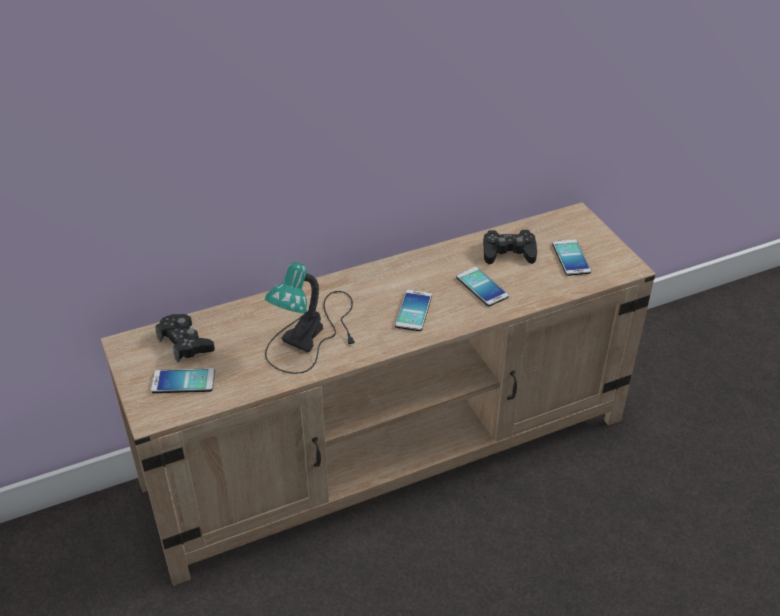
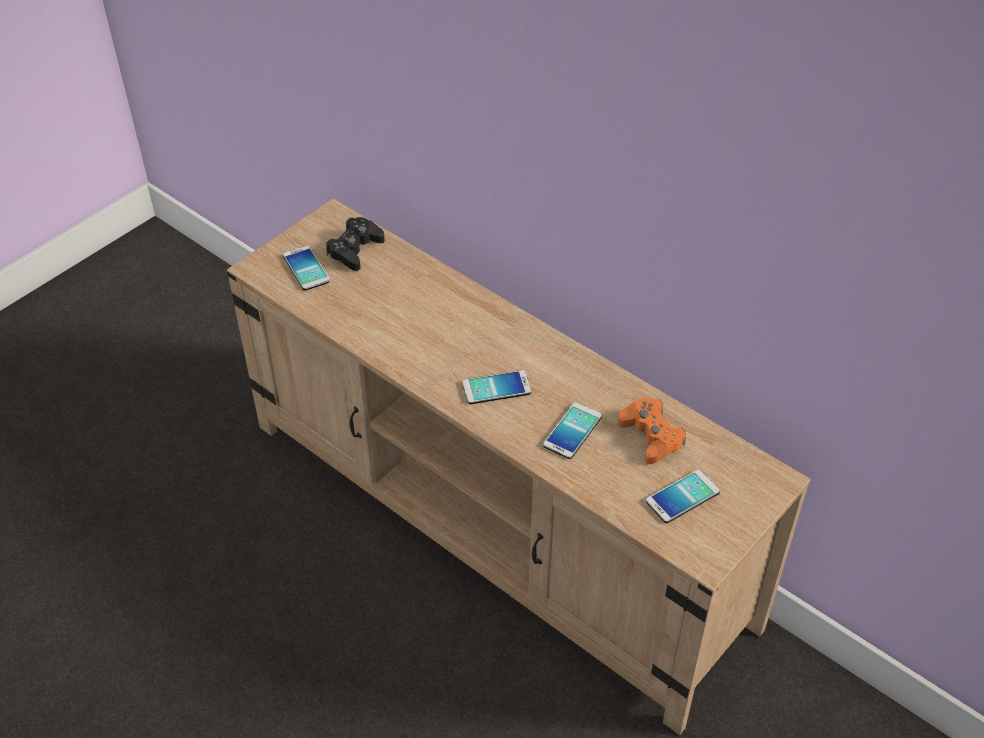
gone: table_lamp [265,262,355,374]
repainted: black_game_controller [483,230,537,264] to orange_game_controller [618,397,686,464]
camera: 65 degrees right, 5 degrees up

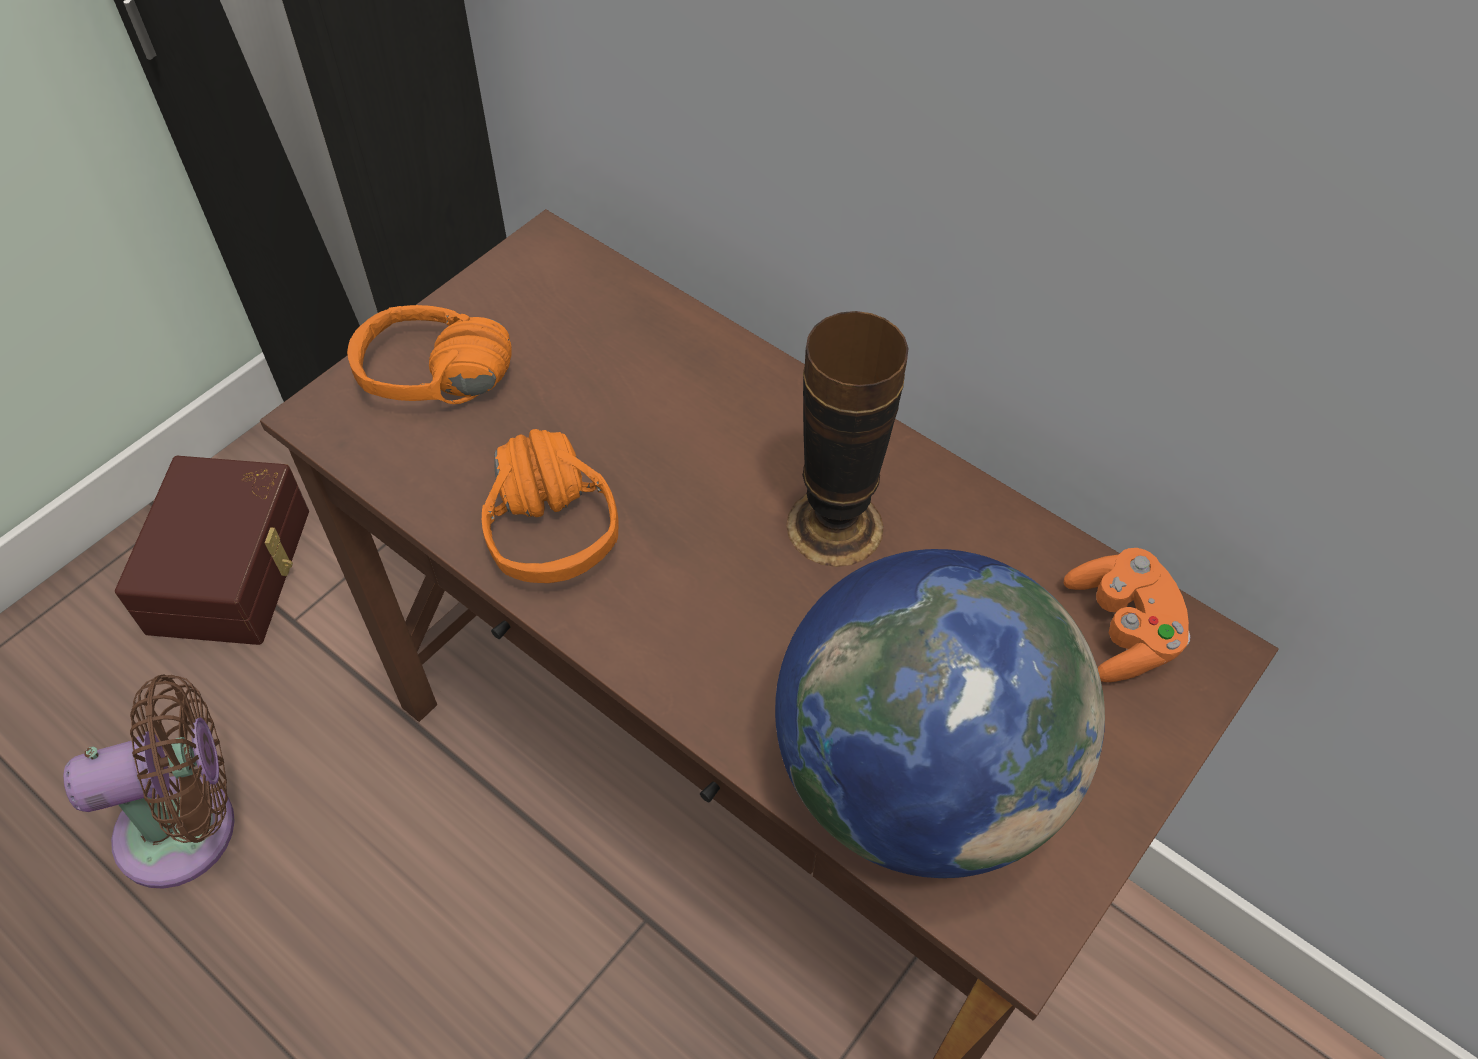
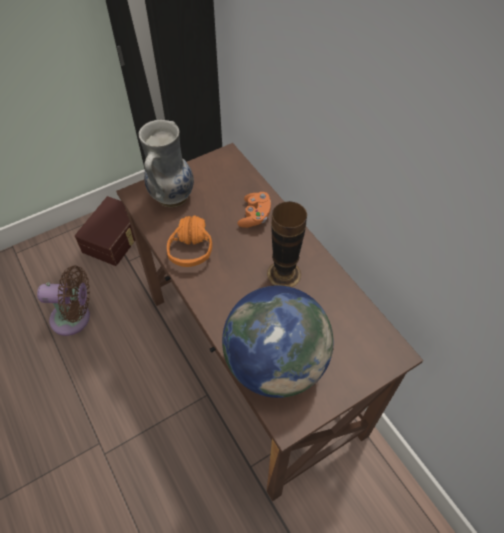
shifted: orange_game_controller [1064,548,1190,682] to [237,192,271,228]
swapped: orange_headphones [347,305,512,404] to vase [139,120,194,207]
camera: 20 degrees right, 0 degrees up

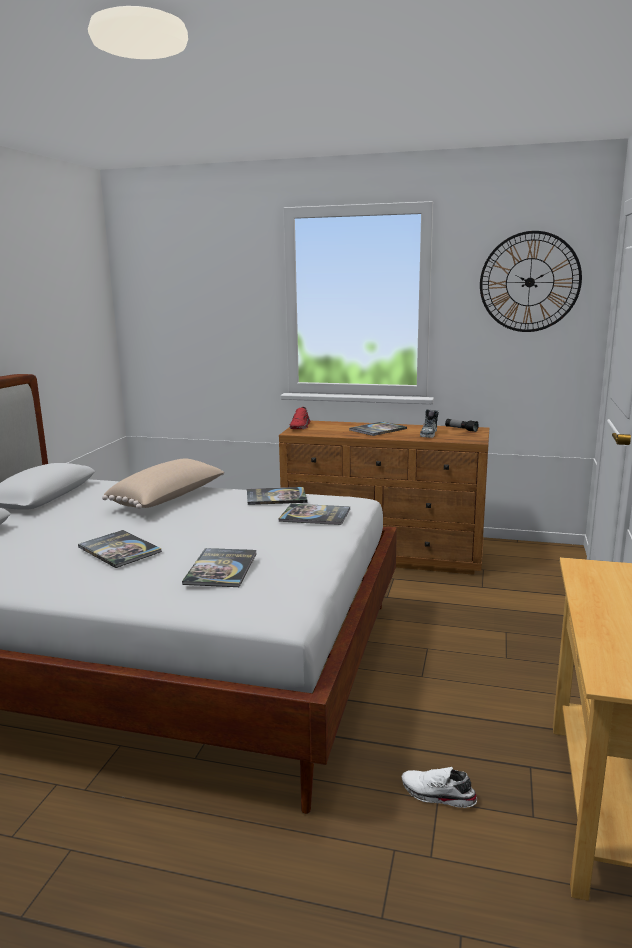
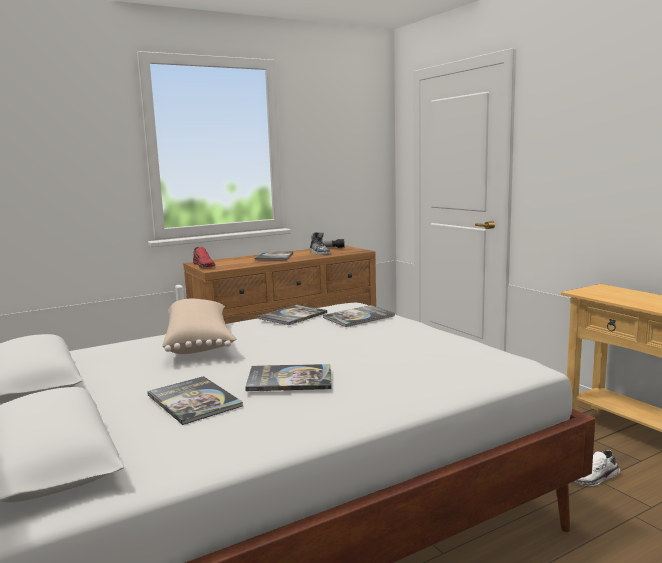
gone: wall_clock [480,231,582,332]
shifted: book [182,548,257,587] to [147,376,243,425]
camera: 45 degrees left, 5 degrees down

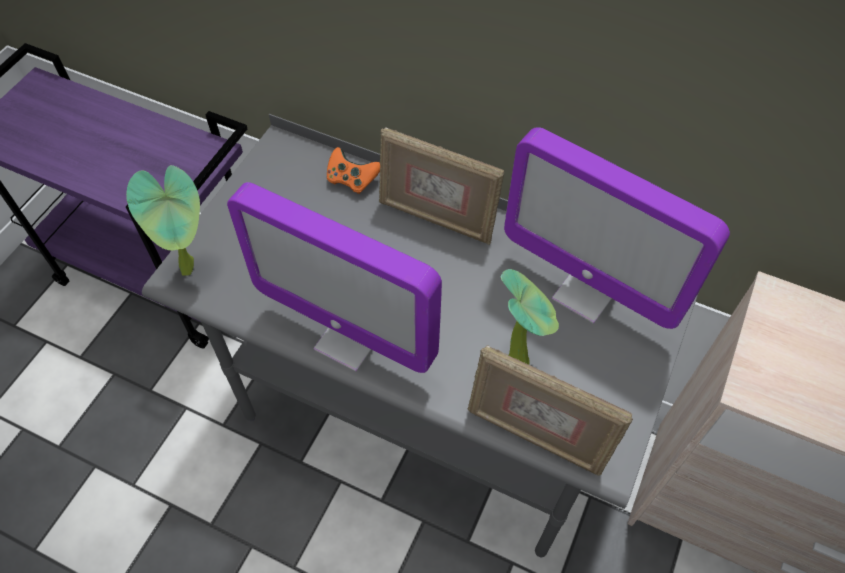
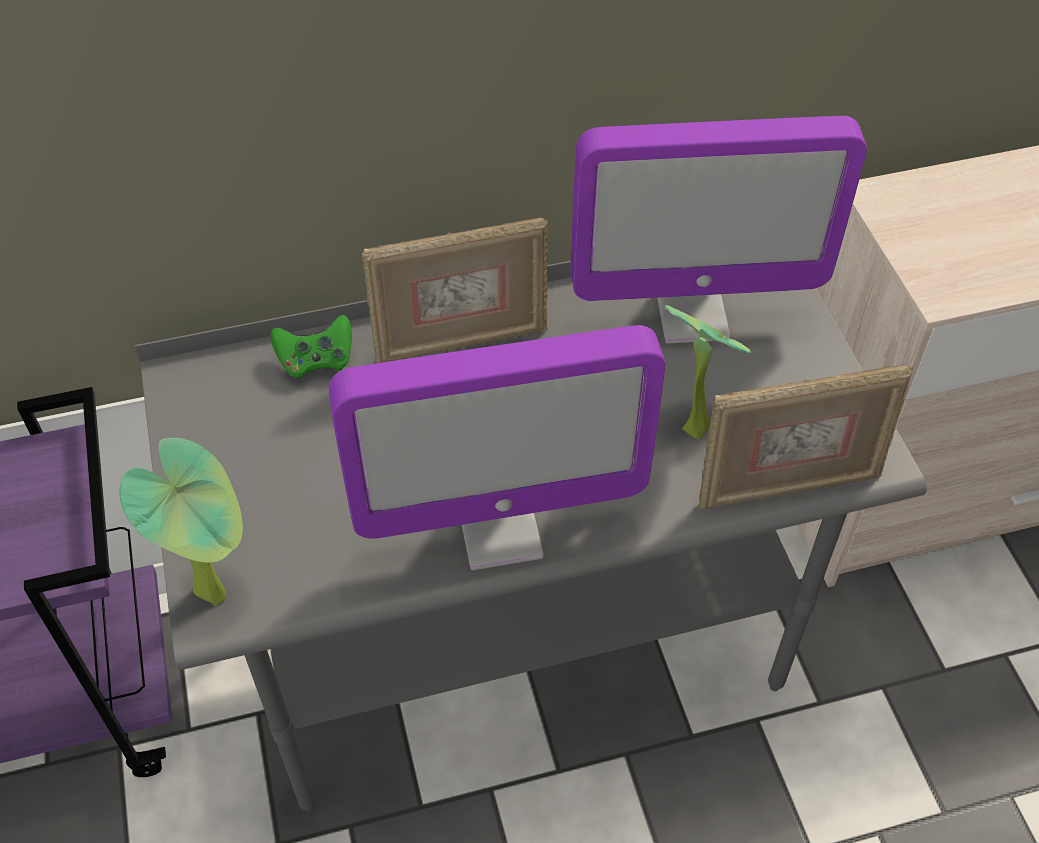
repainted: orange_game_controller [327,147,380,194] to green_game_controller [270,315,352,379]
camera: 40 degrees left, 5 degrees down

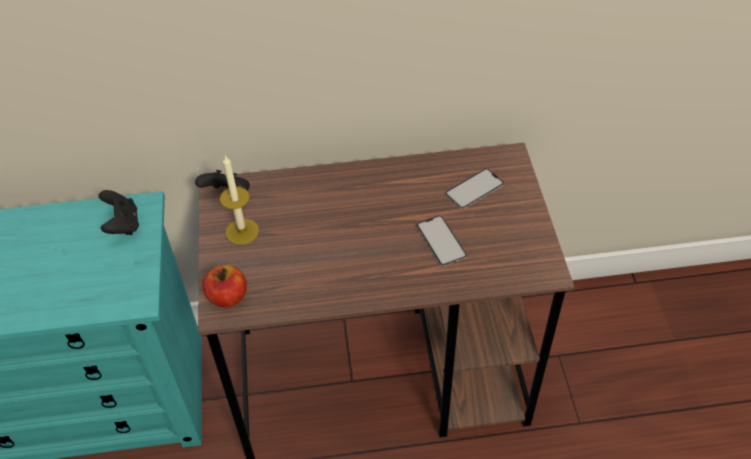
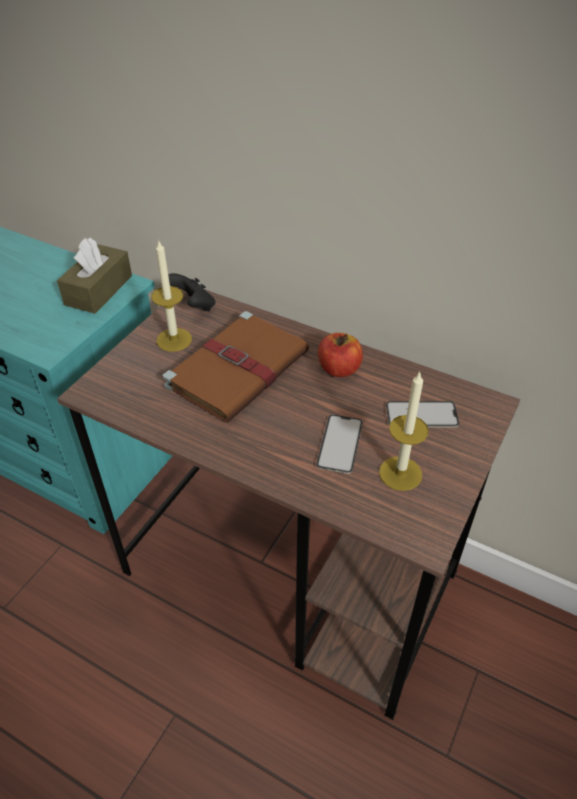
new: brown_book [163,311,309,423]; candle [379,371,429,491]
shifted: apple [202,265,247,307] to [318,333,363,377]
swapped: black_game_controller [99,190,139,235] to brown_tissue_box [57,238,132,314]
camera: 35 degrees right, 5 degrees down

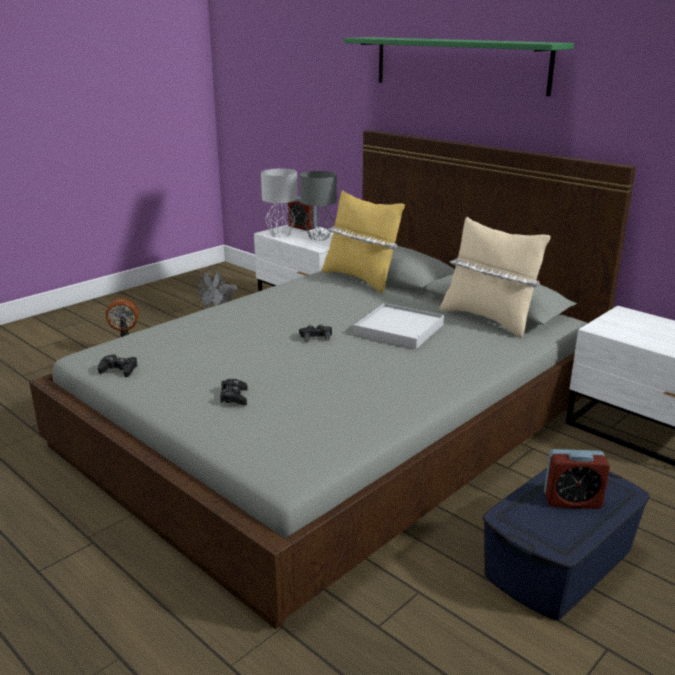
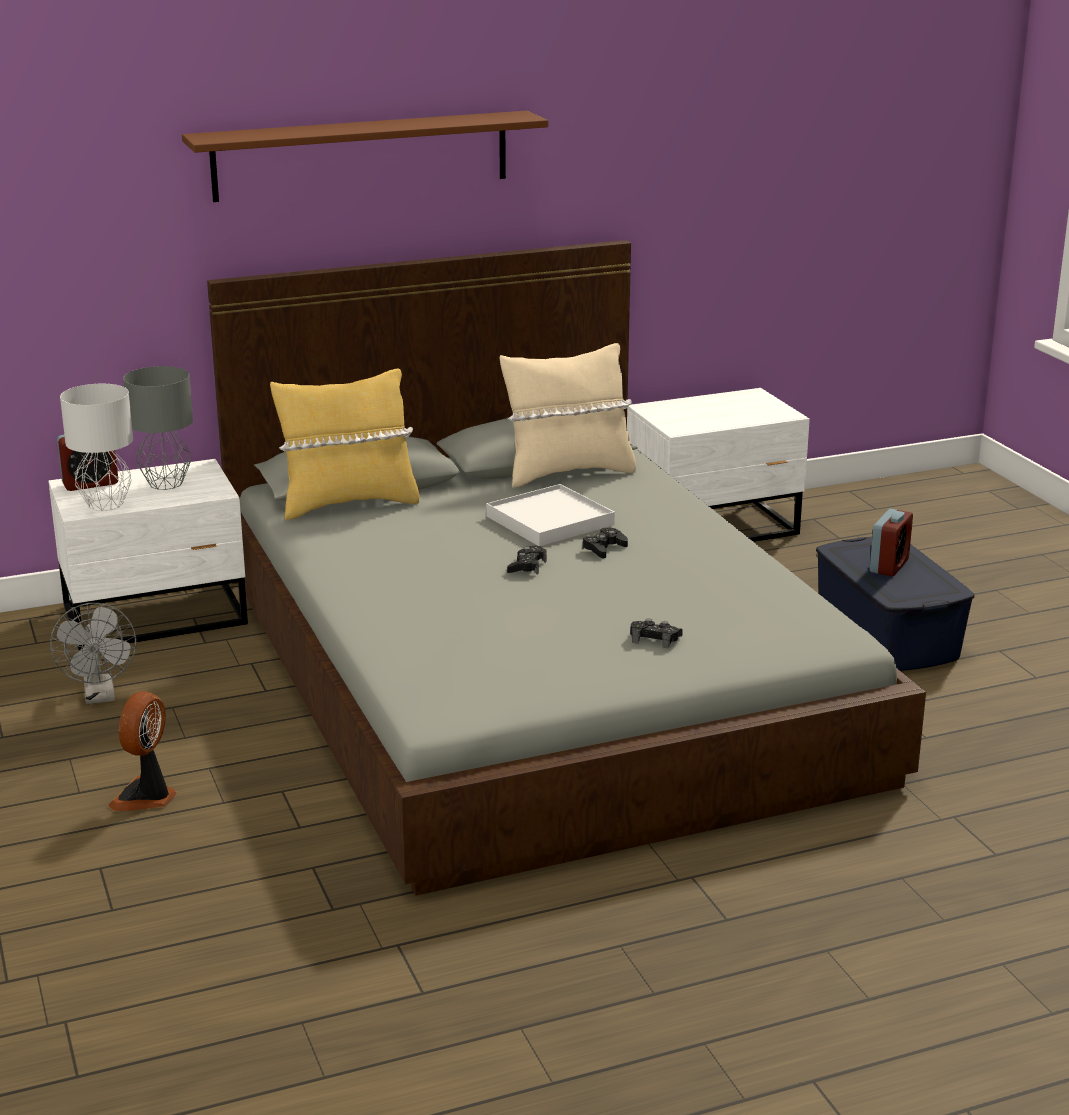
shifted: black_game_controller [98,354,137,377] to [582,528,628,559]
repainted: green_shelf [344,37,574,96] to brown_shelf [182,111,548,202]
camera: 65 degrees left, 0 degrees up

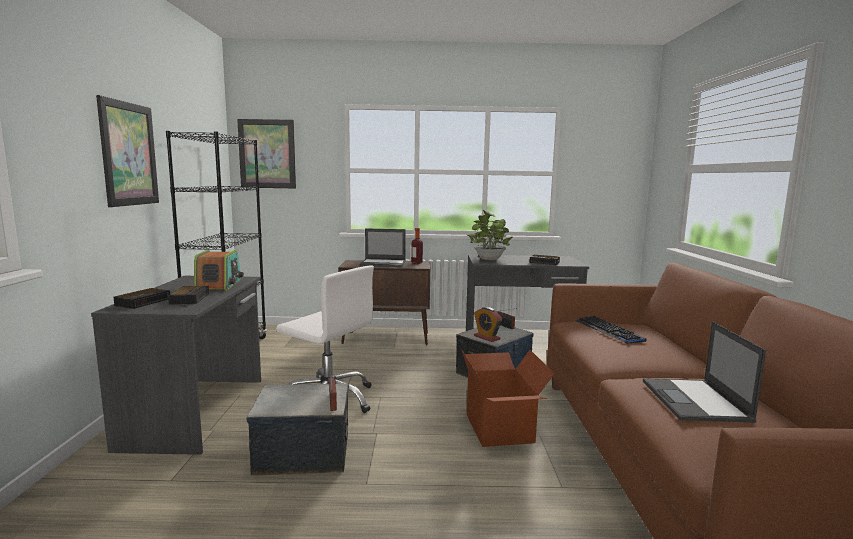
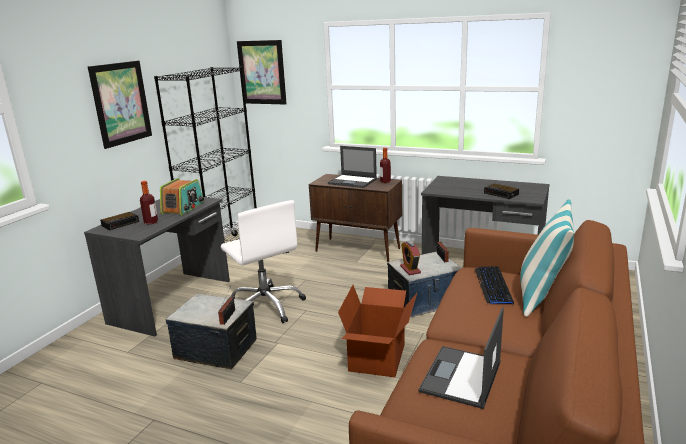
gone: potted_plant [468,209,512,260]
new: pillow [520,199,574,317]
swapped: alarm_clock [168,286,209,304] to bottle [140,181,158,224]
camera: 25 degrees right, 10 degrees up

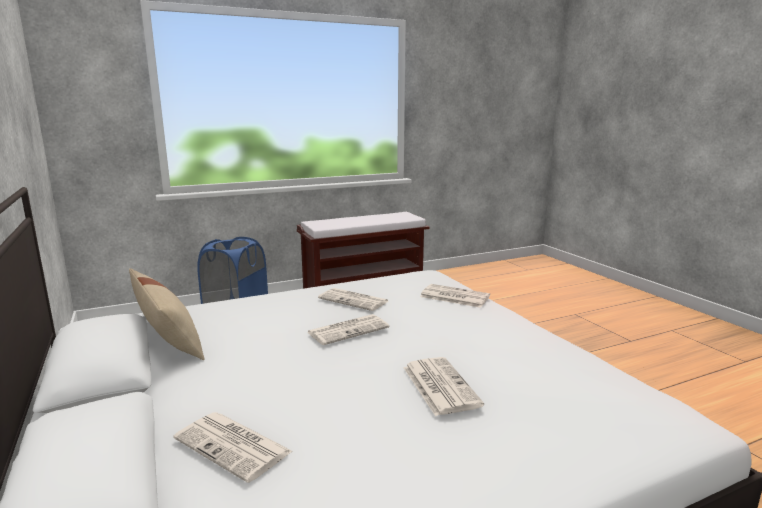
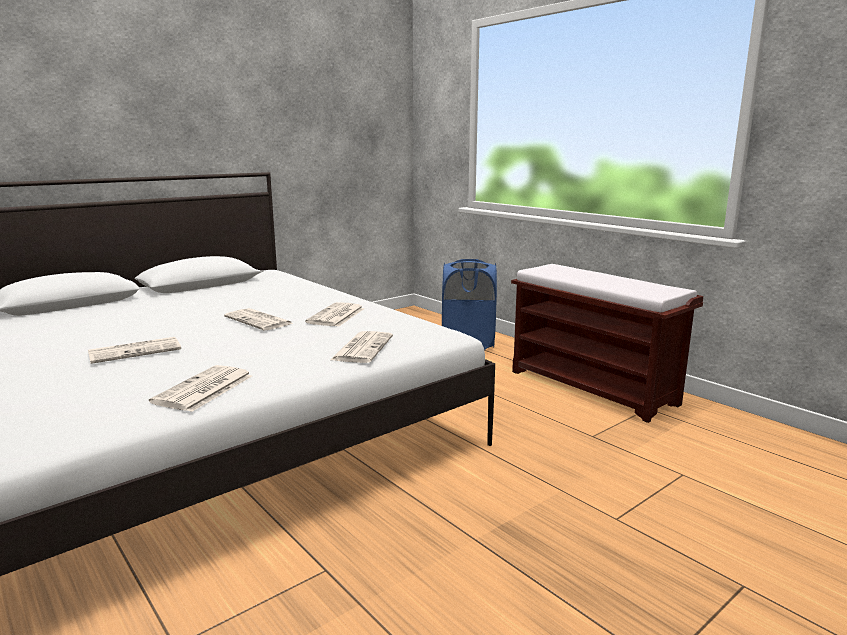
gone: beige_pillow [129,268,204,360]
shifted: newspaper [174,412,293,483] to [149,365,252,412]
camera: 75 degrees right, 0 degrees up

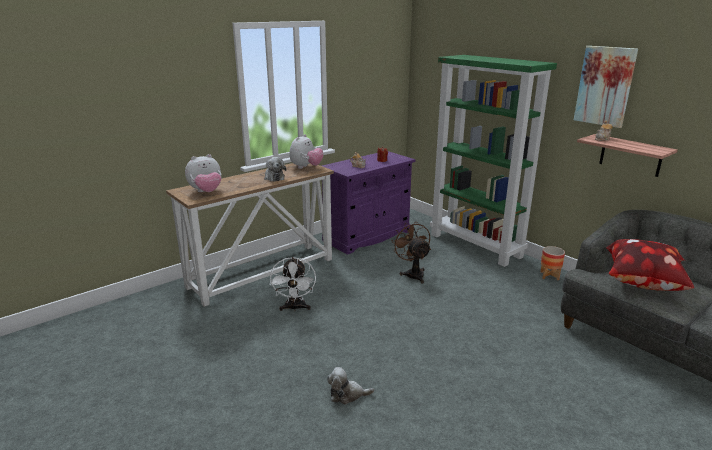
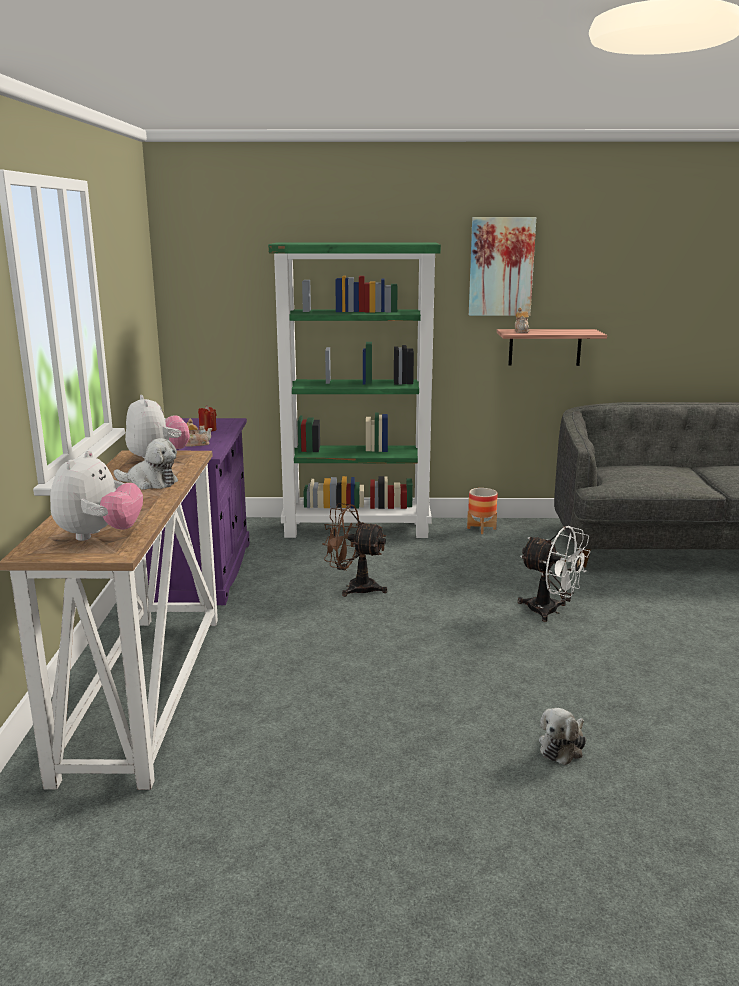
gone: pillow [606,239,694,291]
shifted: white_fan [270,257,316,311] to [518,526,590,622]
camera: 50 degrees left, 5 degrees down

